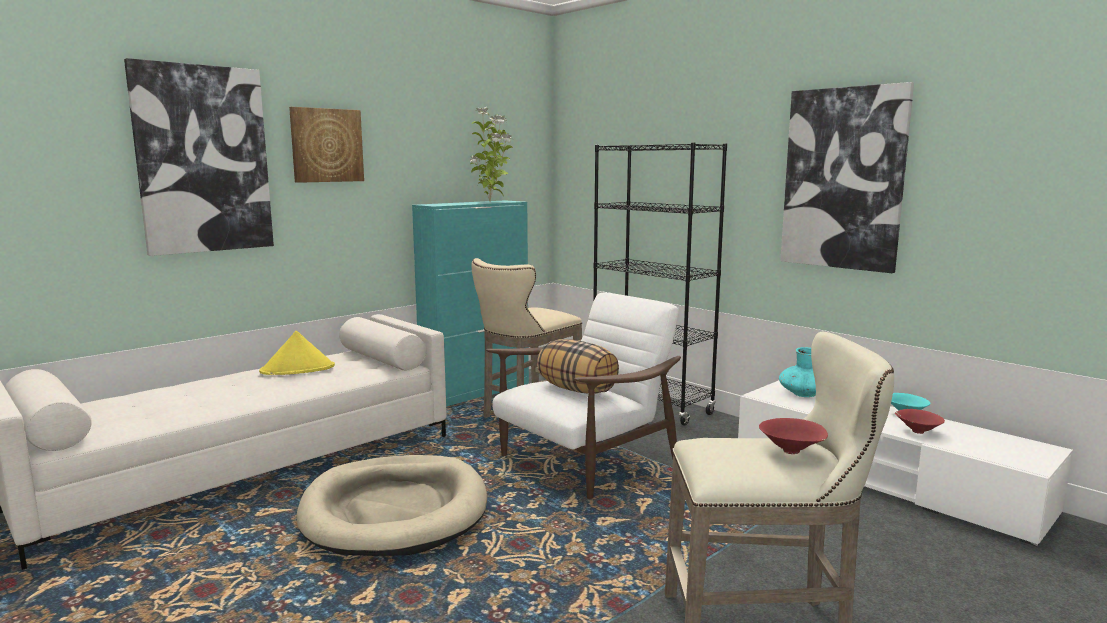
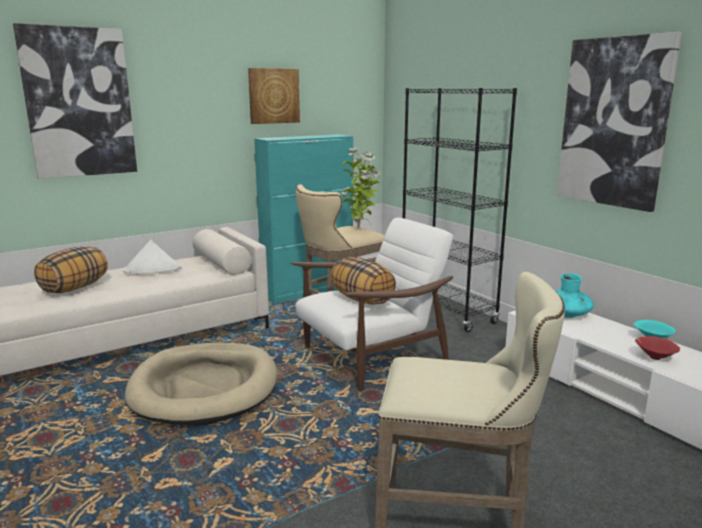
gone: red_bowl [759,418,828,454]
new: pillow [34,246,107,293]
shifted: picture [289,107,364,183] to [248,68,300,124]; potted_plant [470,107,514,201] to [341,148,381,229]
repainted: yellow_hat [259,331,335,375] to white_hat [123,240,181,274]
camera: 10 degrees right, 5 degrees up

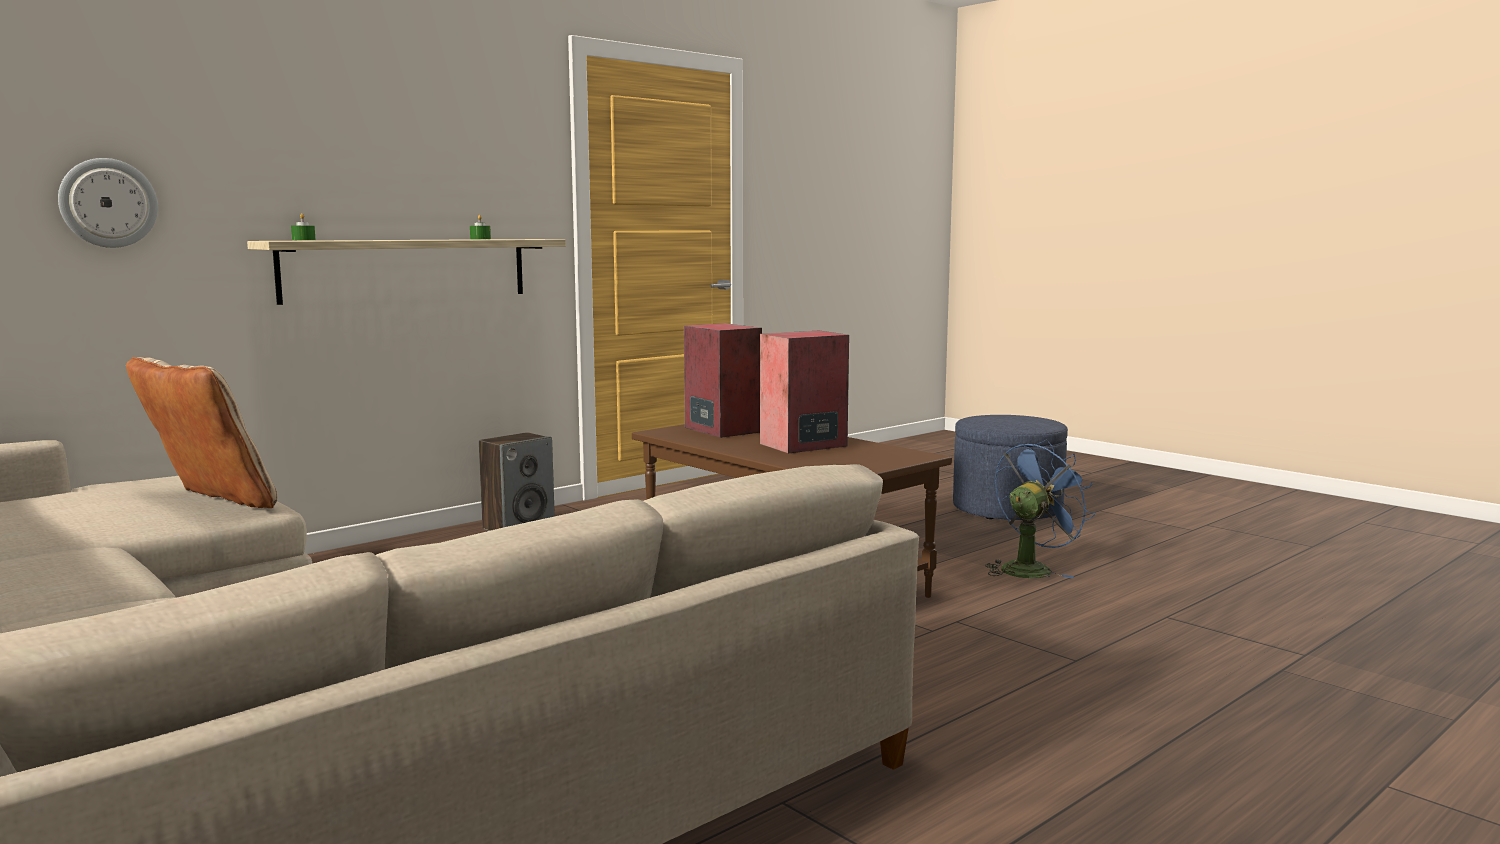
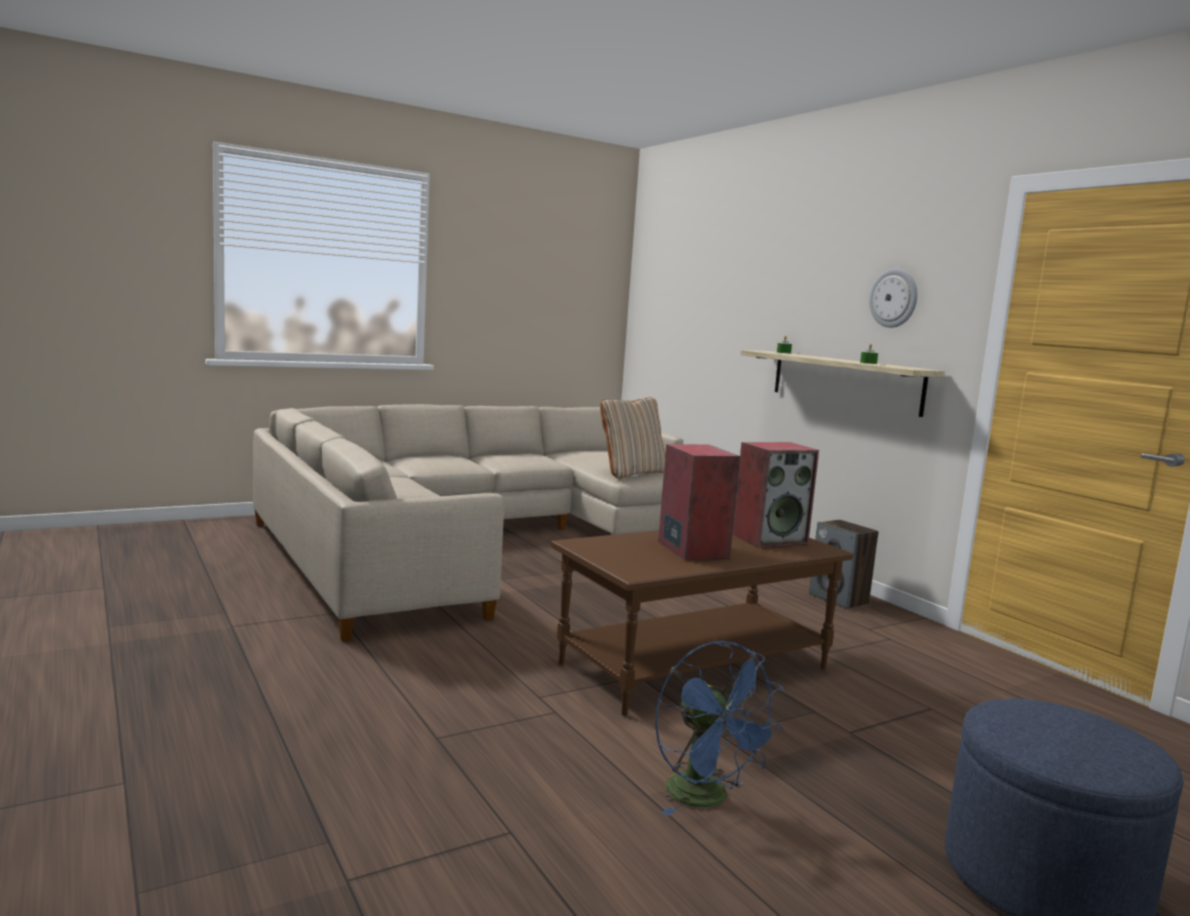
shifted: wall_clock [58,158,158,248] to [869,269,918,328]
camera: 100 degrees right, 0 degrees up

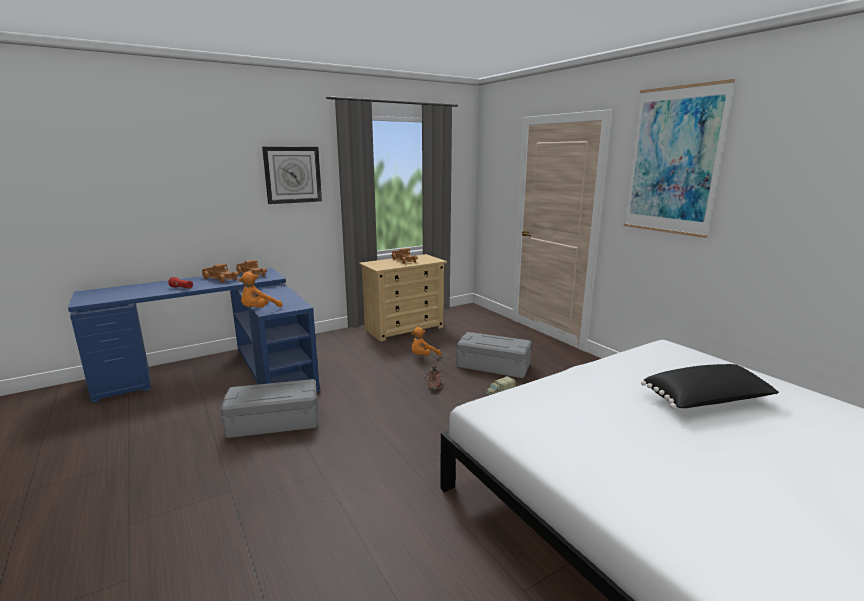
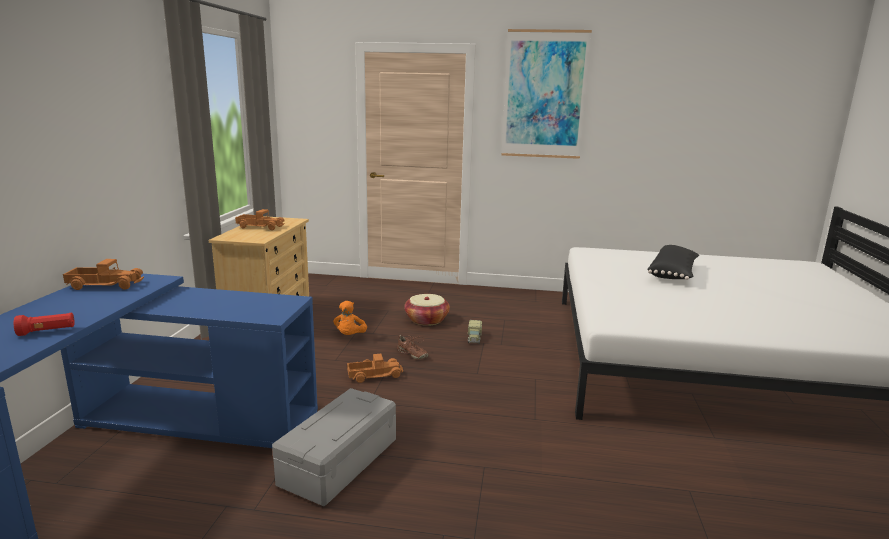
gone: orange_plush_toy [238,272,282,308]; wall_clock [262,146,322,204]
shifted: toy_truck [202,263,239,283] to [347,354,403,383]
swapped: grey_storage_box [457,332,532,378] to basket [404,294,450,326]
camera: 50 degrees left, 0 degrees up

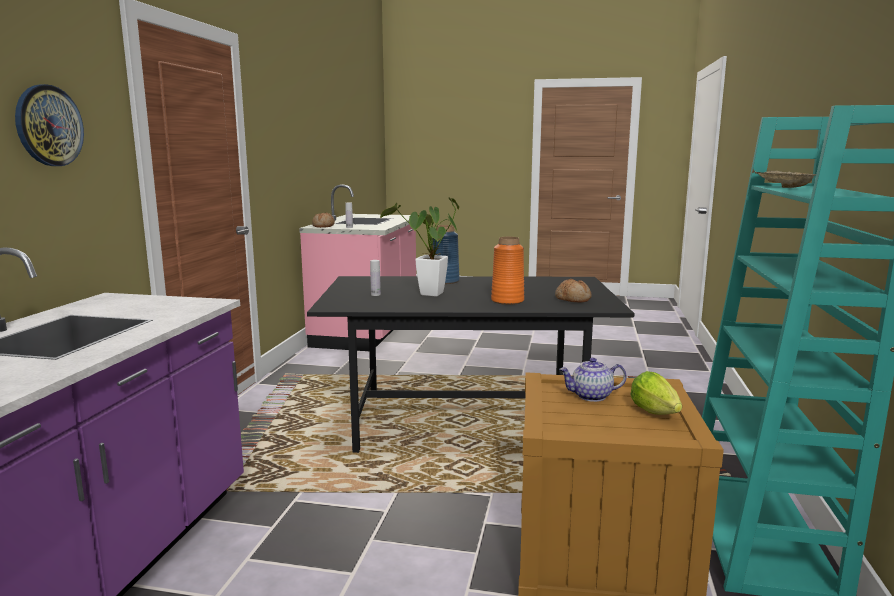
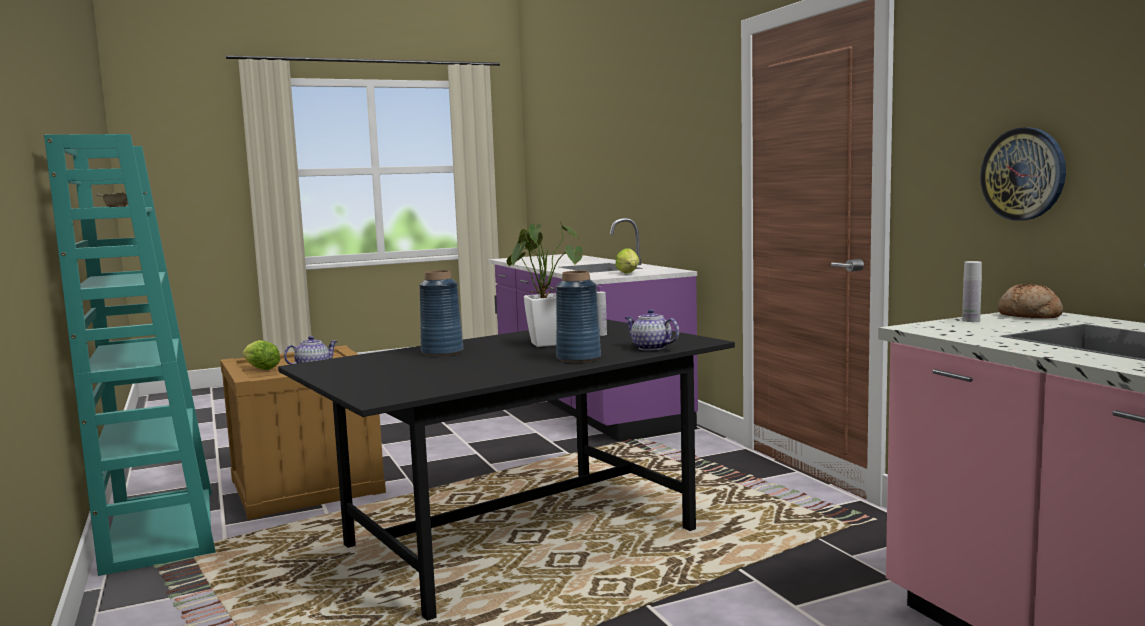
gone: bread [555,279,592,303]
new: lettuce [615,248,640,273]; teapot [625,309,679,351]
shifted: wall_clock [15,84,84,166] to [980,127,1066,221]
repainted: orange_vase [491,237,524,305] to blue_vase [419,270,463,356]
camera: 145 degrees right, 5 degrees down

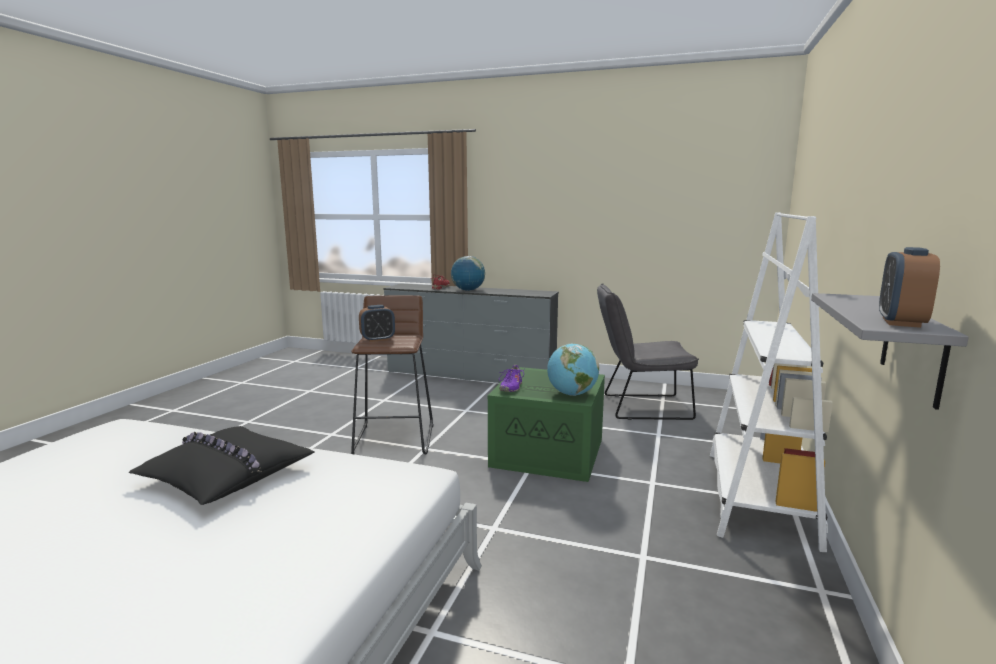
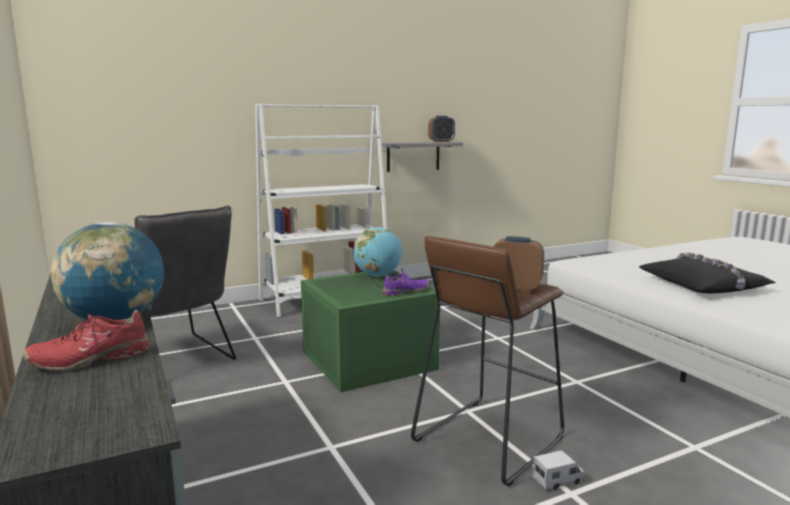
new: toy_truck [532,450,585,490]
camera: 135 degrees left, 0 degrees up

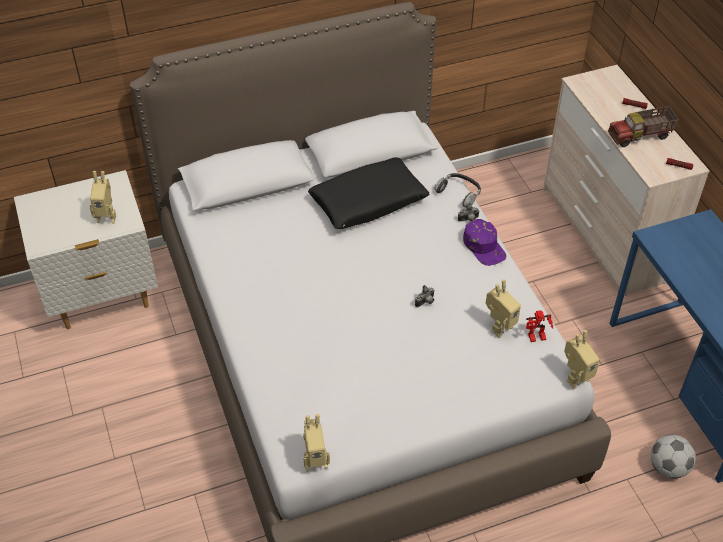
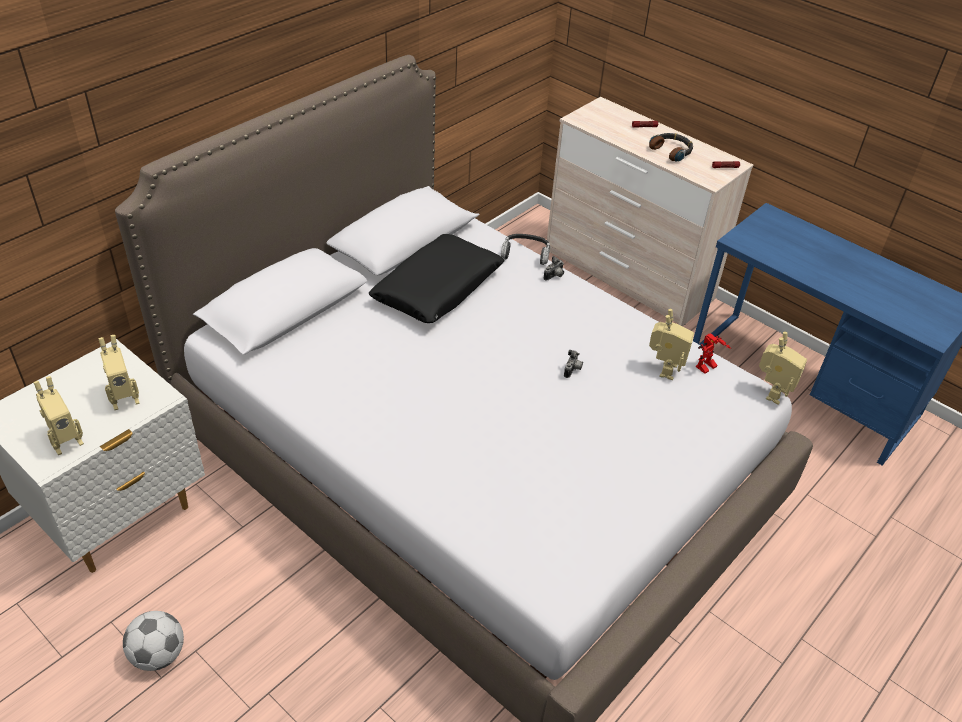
gone: purple_cap [463,219,506,266]
shifted: toy_robot [303,414,330,471] to [33,376,84,455]; football [651,435,696,479] to [123,611,184,671]
swapped: toy_truck [608,106,679,147] to headphones [649,133,693,162]
camera: 30 degrees left, 5 degrees down

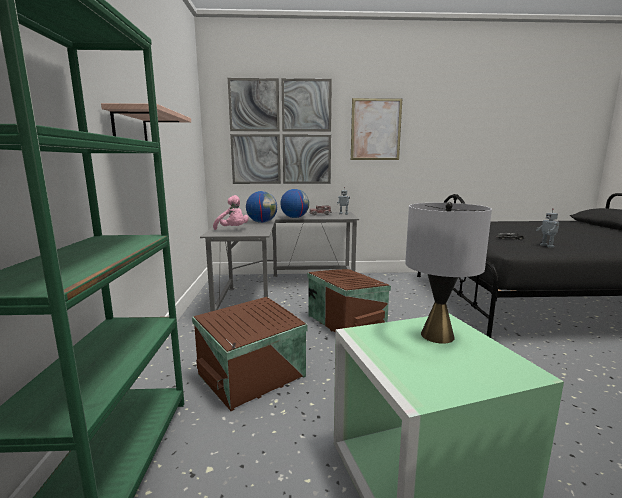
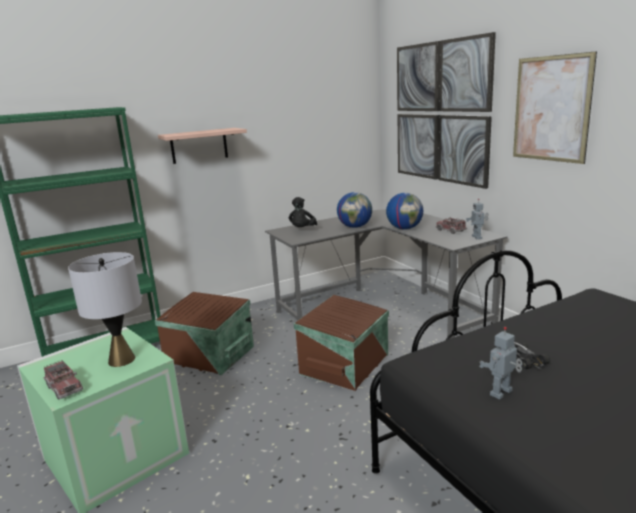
new: toy_truck [44,360,83,400]
repainted: pink_plush_toy [213,195,249,230] to black_plush_toy [289,197,317,227]
camera: 65 degrees right, 5 degrees up

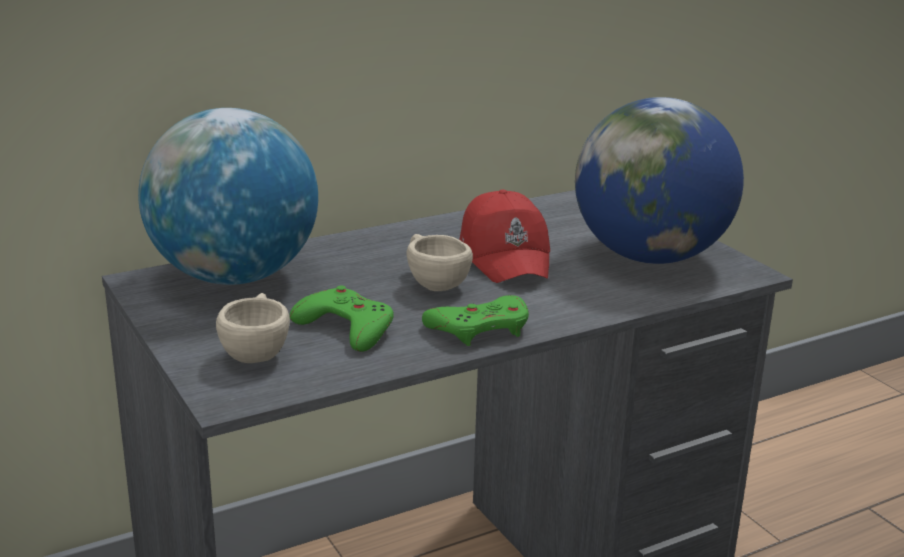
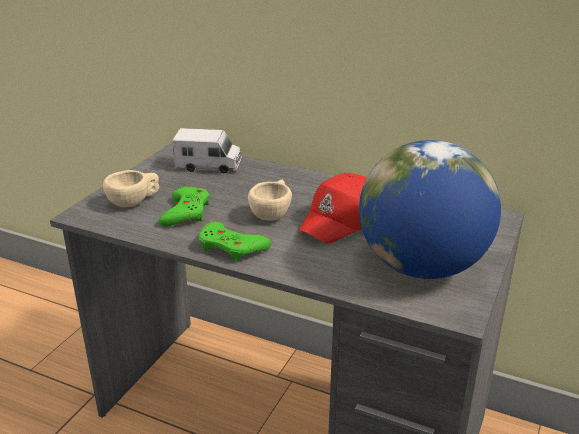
swapped: globe [138,108,318,285] to toy_truck [172,128,242,173]
camera: 55 degrees right, 5 degrees up

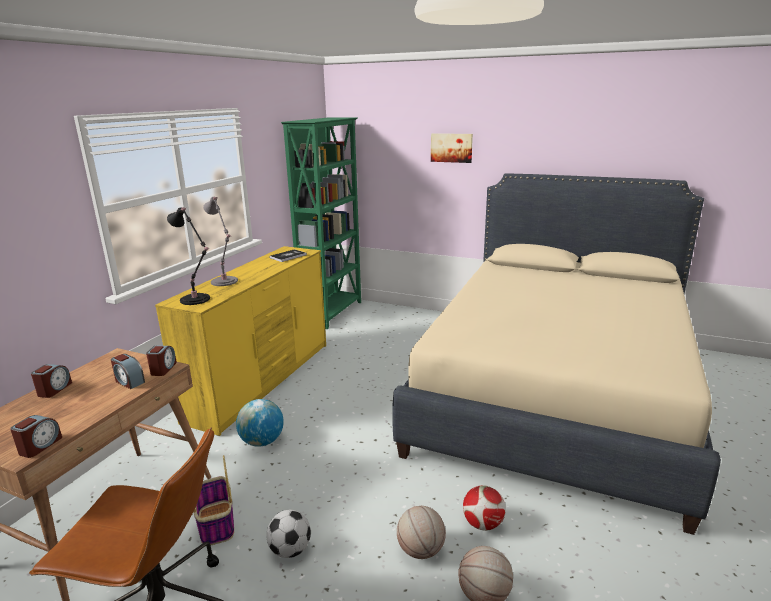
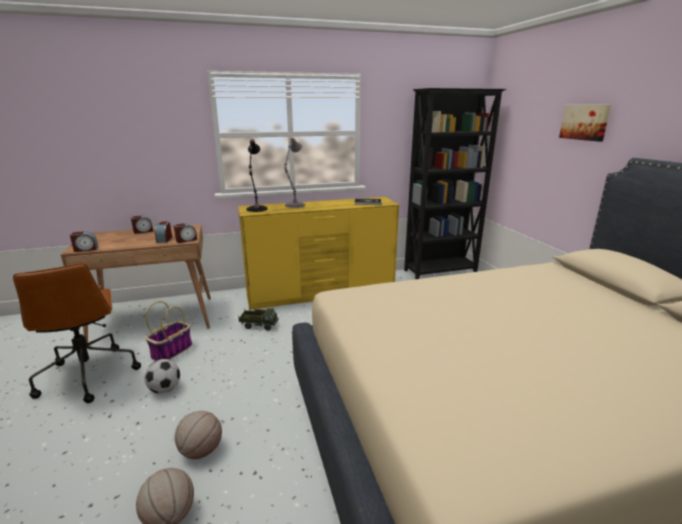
gone: football [463,485,506,531]
swapped: globe [236,399,284,447] to toy_truck [238,308,279,331]
repainted: green_bookcase [281,118,361,329] to black_bookcase [404,88,506,279]
camera: 50 degrees right, 0 degrees up

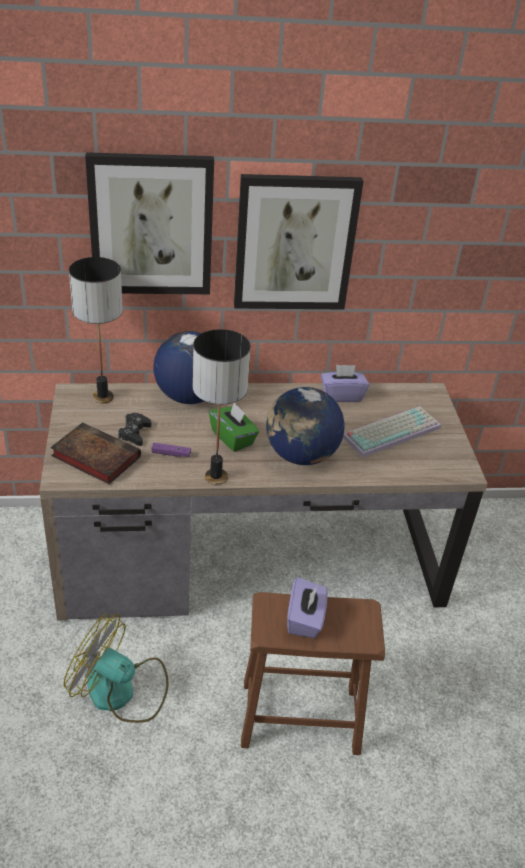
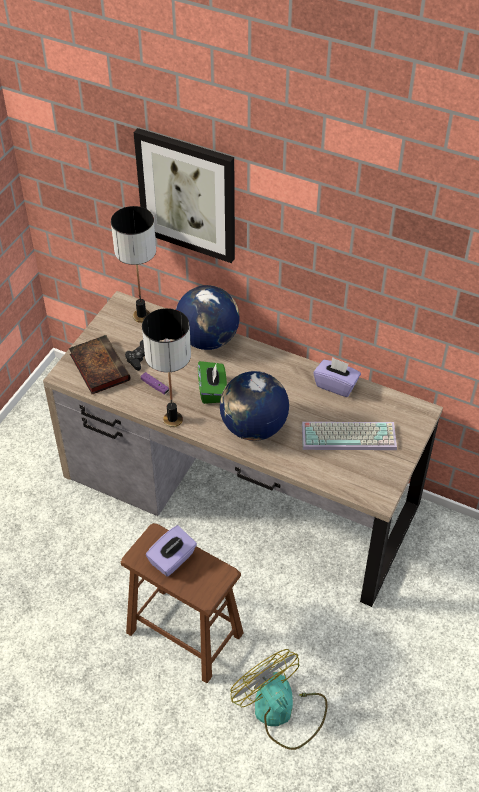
gone: picture [234,174,364,309]
shifted: fan [63,614,169,723] to [230,649,327,750]
camera: 35 degrees right, 10 degrees up

